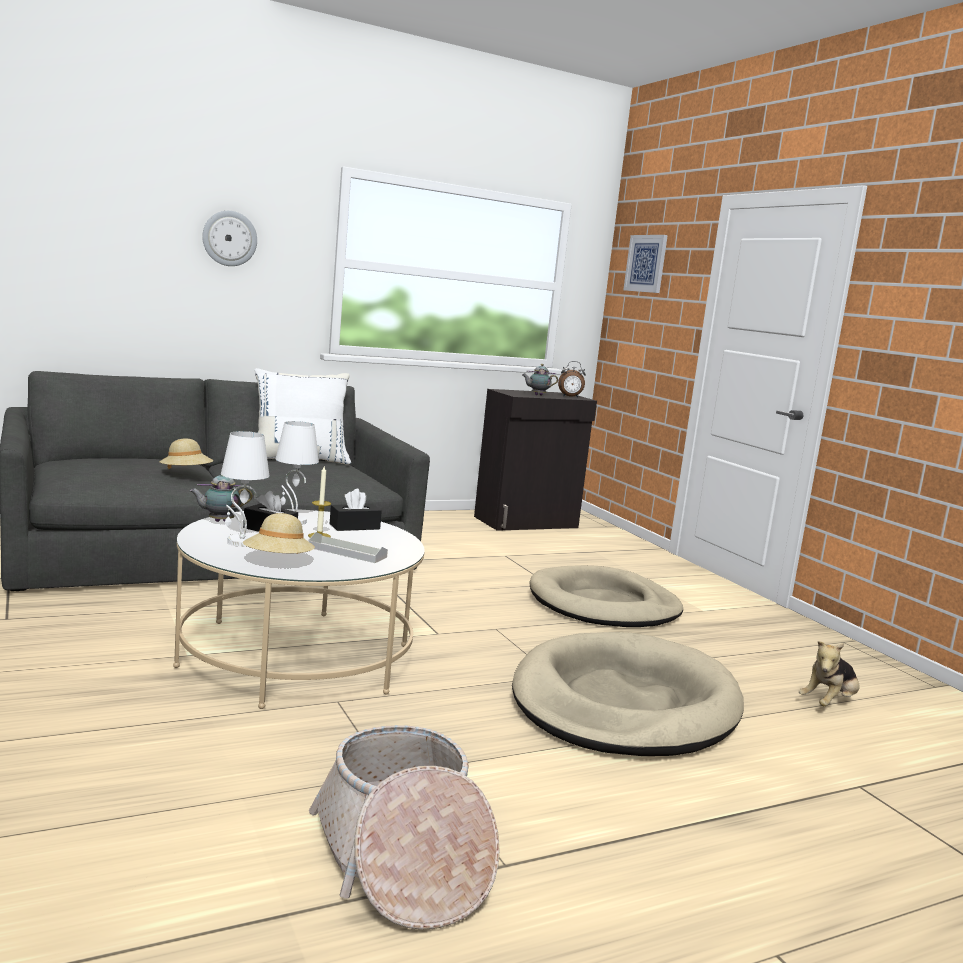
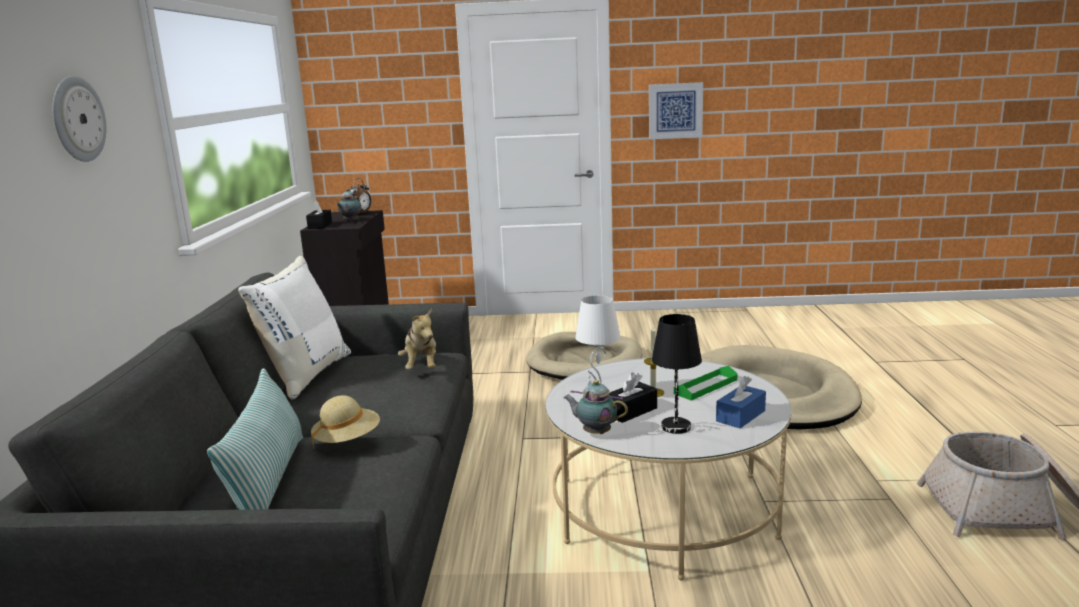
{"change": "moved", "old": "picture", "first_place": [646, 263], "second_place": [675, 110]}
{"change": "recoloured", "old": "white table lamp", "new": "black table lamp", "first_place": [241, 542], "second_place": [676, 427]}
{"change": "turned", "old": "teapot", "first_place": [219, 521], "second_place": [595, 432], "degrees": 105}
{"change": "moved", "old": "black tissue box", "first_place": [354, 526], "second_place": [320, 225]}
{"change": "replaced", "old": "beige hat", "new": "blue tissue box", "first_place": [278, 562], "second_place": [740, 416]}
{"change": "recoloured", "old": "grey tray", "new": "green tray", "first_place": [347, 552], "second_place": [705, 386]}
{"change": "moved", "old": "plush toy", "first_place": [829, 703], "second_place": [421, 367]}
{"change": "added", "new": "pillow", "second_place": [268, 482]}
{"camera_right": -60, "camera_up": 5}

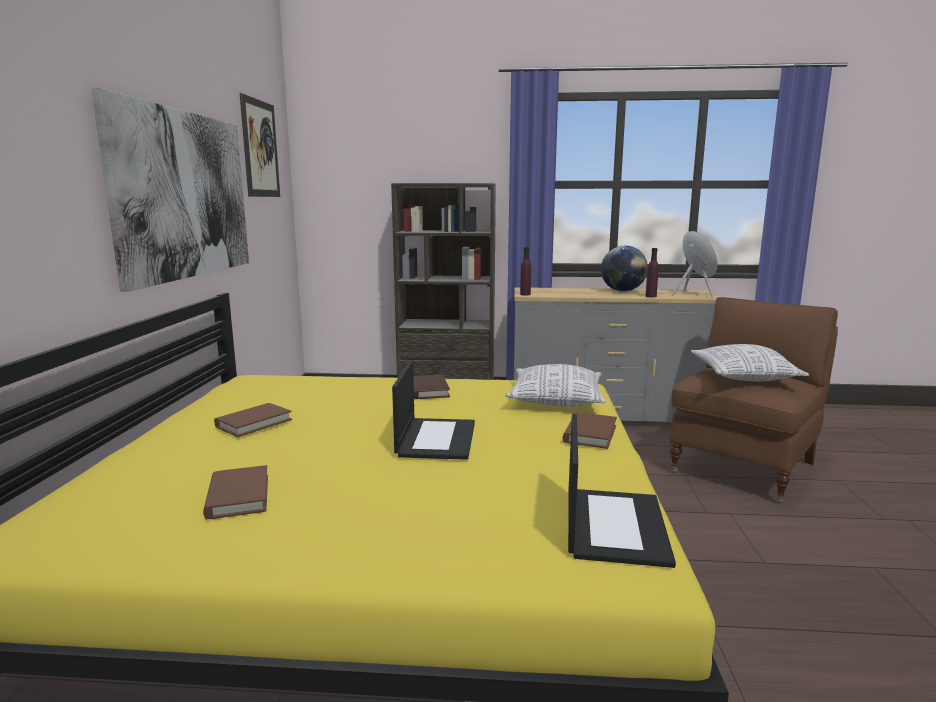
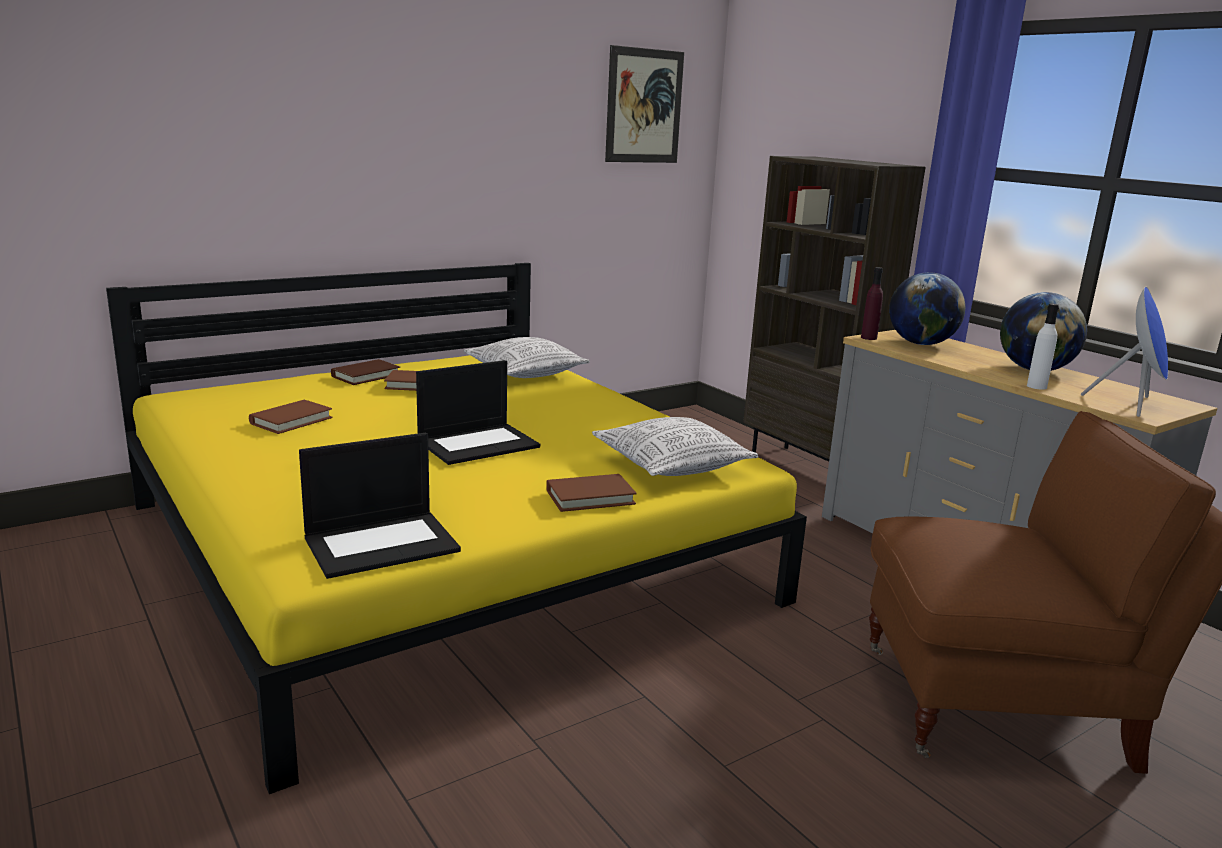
{"change": "removed", "old": "picture", "first_place": [184, 195]}
{"change": "recoloured", "old": "purple bottle", "new": "white bottle", "first_place": [651, 296], "second_place": [1036, 386]}
{"change": "moved", "old": "pillow", "first_place": [743, 377], "second_place": [526, 373]}
{"change": "moved", "old": "brown book", "first_place": [429, 390], "second_place": [366, 375]}
{"change": "added", "new": "globe", "second_place": [921, 344]}
{"camera_right": 50, "camera_up": 5}

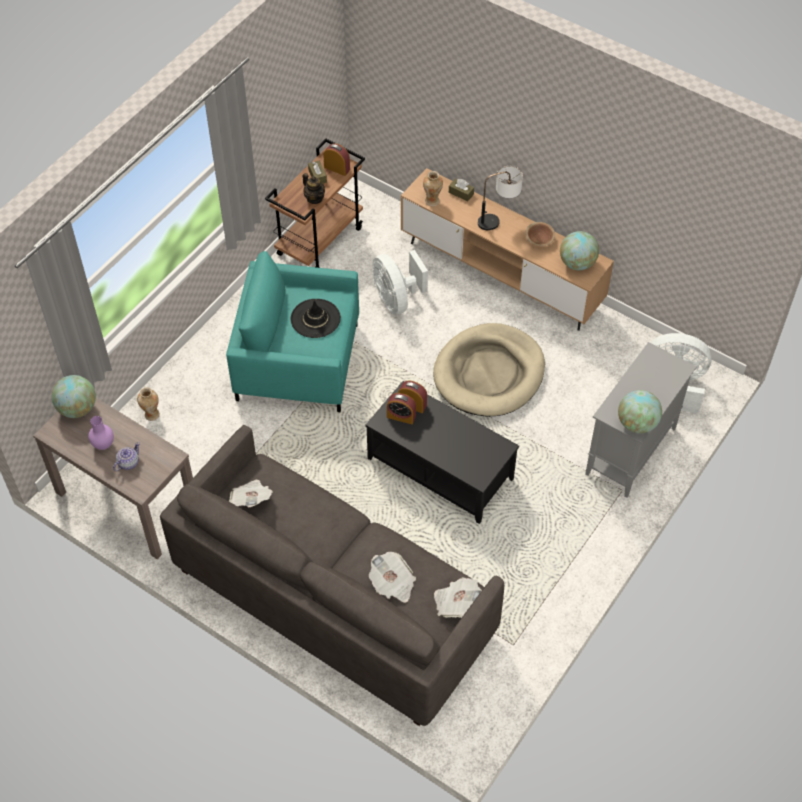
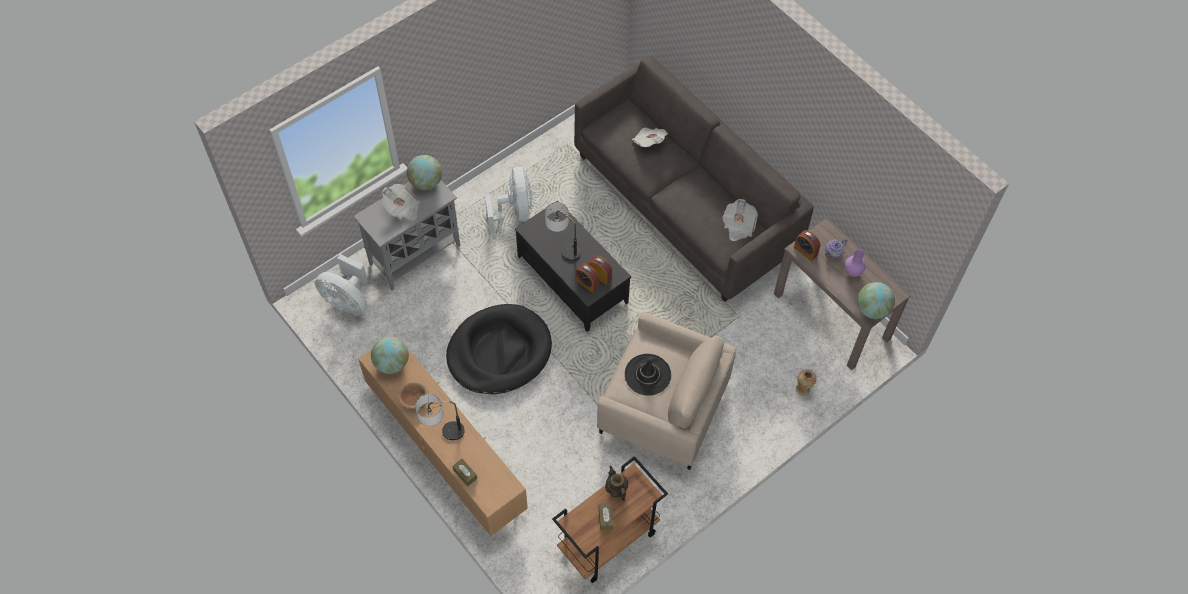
{"change": "moved", "old": "alarm clock", "first_place": [337, 168], "second_place": [805, 251]}
{"change": "removed", "old": "vase", "first_place": [432, 201]}
{"change": "moved", "old": "white fan", "first_place": [396, 299], "second_place": [514, 212]}
{"change": "recoloured", "old": "turquoise armchair", "new": "beige armchair", "first_place": [298, 361], "second_place": [663, 408]}
{"change": "recoloured", "old": "beige dog bed", "new": "black dog bed", "first_place": [489, 373], "second_place": [499, 352]}
{"change": "moved", "old": "newspaper", "first_place": [456, 603], "second_place": [402, 209]}
{"change": "added", "new": "table lamp", "second_place": [563, 247]}
{"camera_right": -165, "camera_up": 5}

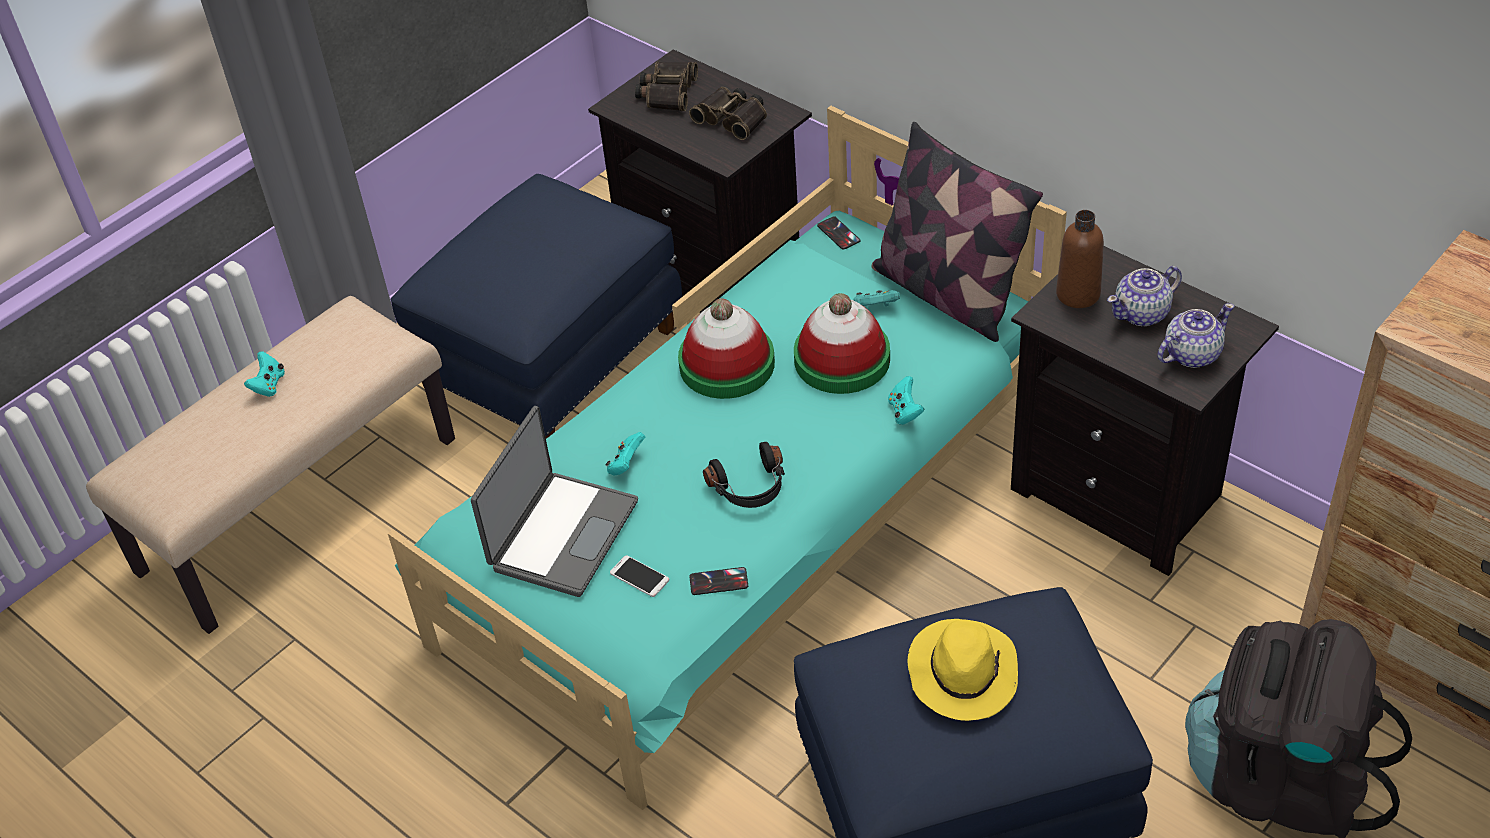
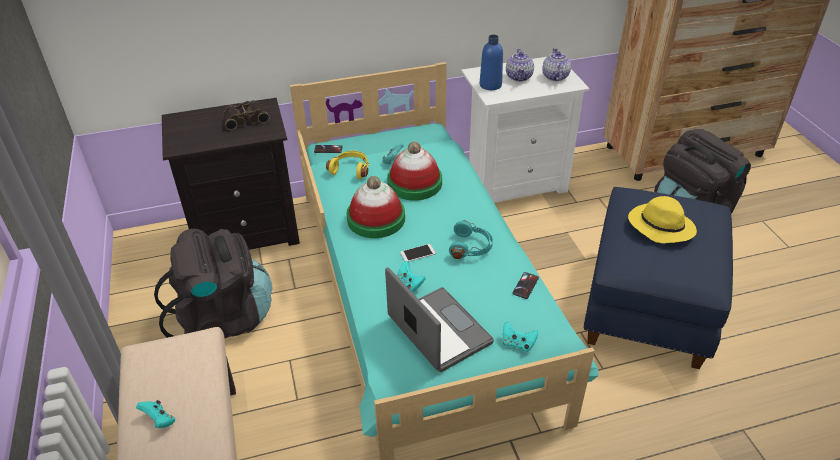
{"change": "removed", "old": "binoculars", "first_place": [667, 92]}
{"change": "removed", "old": "pillow", "first_place": [947, 293]}
{"change": "replaced", "old": "blue ottoman", "new": "black backpack", "first_place": [550, 360], "second_place": [224, 319]}
{"change": "recoloured", "old": "brown bottle", "new": "blue bottle", "first_place": [1078, 294], "second_place": [490, 85]}
{"change": "recoloured", "old": "black nightstand", "new": "white nightstand", "first_place": [1123, 494], "second_place": [514, 181]}
{"change": "moved", "old": "turquoise game controller", "first_place": [905, 412], "second_place": [518, 344]}
{"change": "recoloured", "old": "black headphones", "new": "turquoise headphones", "first_place": [750, 488], "second_place": [471, 247]}
{"change": "moved", "old": "phone", "first_place": [639, 576], "second_place": [418, 253]}
{"change": "added", "new": "yellow headphones", "second_place": [351, 169]}
{"camera_right": -60, "camera_up": -5}

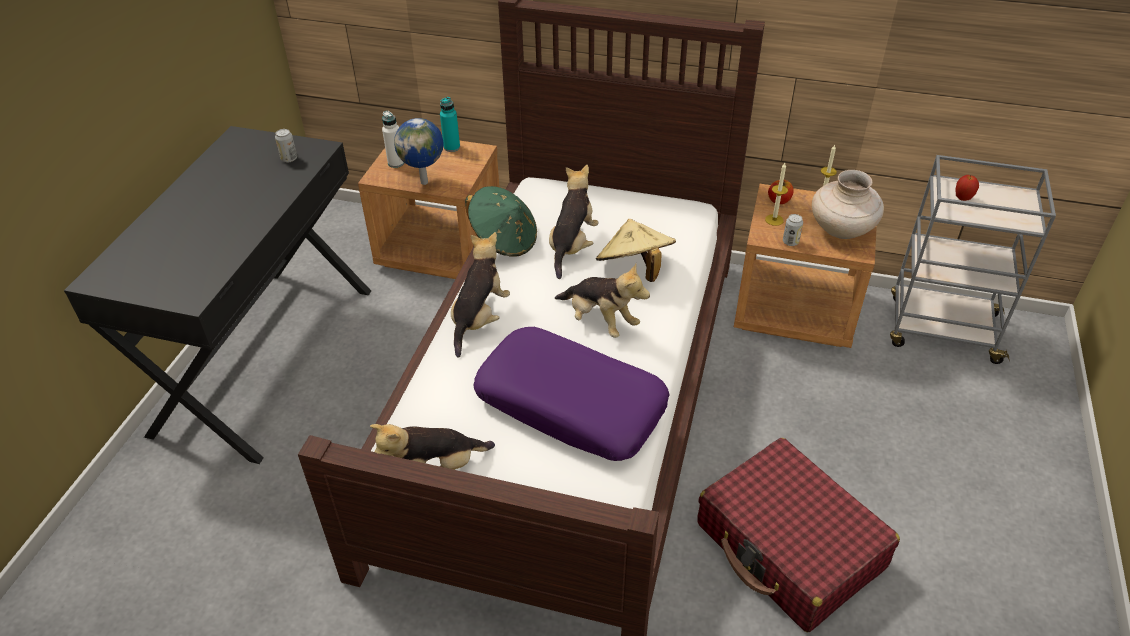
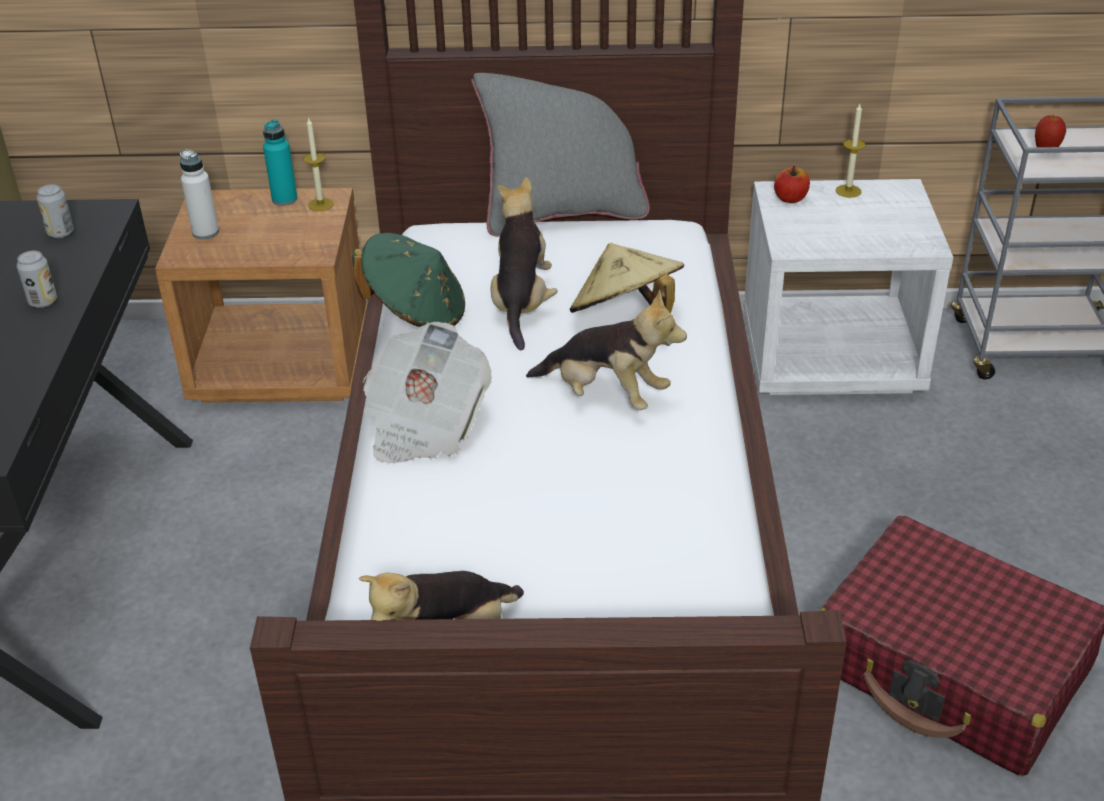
{"change": "removed", "old": "globe", "first_place": [425, 182]}
{"change": "moved", "old": "candle", "first_place": [774, 220], "second_place": [320, 204]}
{"change": "removed", "old": "beige vase", "first_place": [841, 230]}
{"change": "recoloured", "old": "brown nightstand", "new": "white nightstand", "first_place": [795, 310], "second_place": [831, 356]}
{"change": "moved", "old": "can", "first_place": [790, 242], "second_place": [43, 301]}
{"change": "replaced", "old": "plush toy", "new": "newspaper", "first_place": [479, 319], "second_place": [424, 424]}
{"change": "removed", "old": "purple pillow", "first_place": [571, 404]}
{"change": "added", "new": "grey pillow", "second_place": [563, 213]}
{"camera_right": -15, "camera_up": -5}

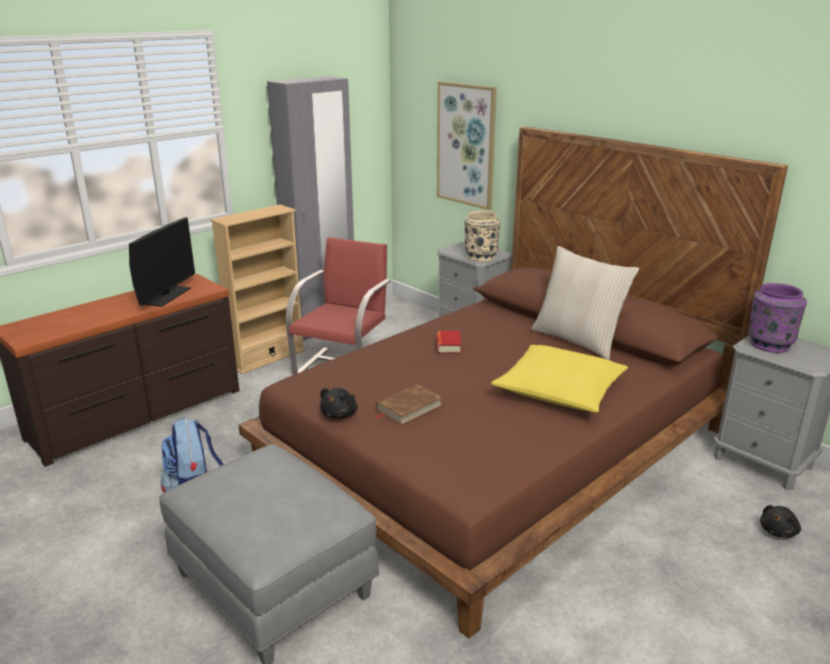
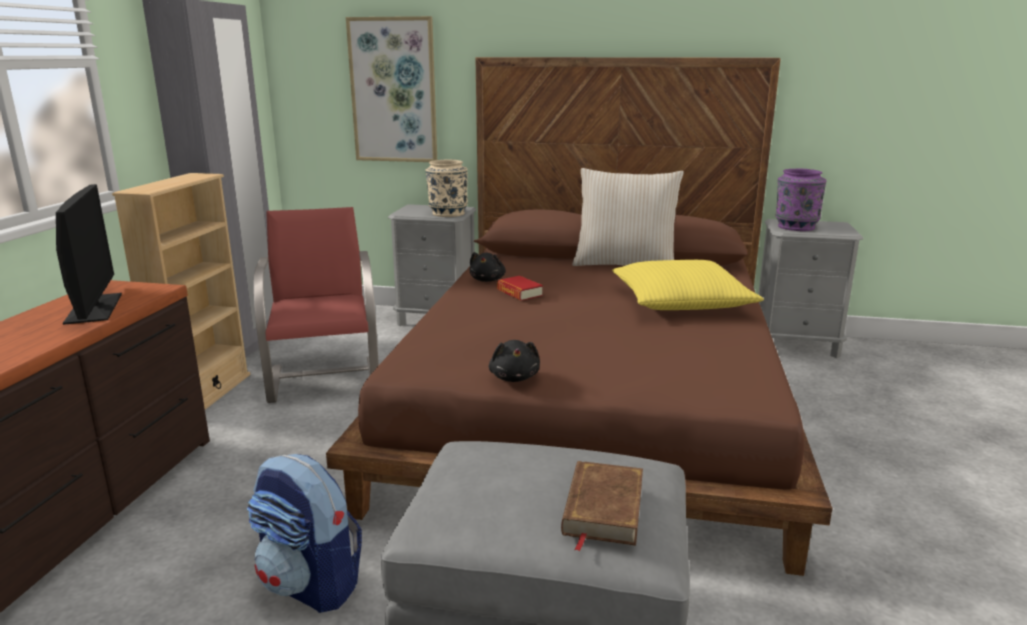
{"change": "moved", "old": "brown book", "first_place": [409, 408], "second_place": [602, 508]}
{"change": "moved", "old": "black plush toy", "first_place": [778, 531], "second_place": [488, 280]}
{"camera_right": -35, "camera_up": -5}

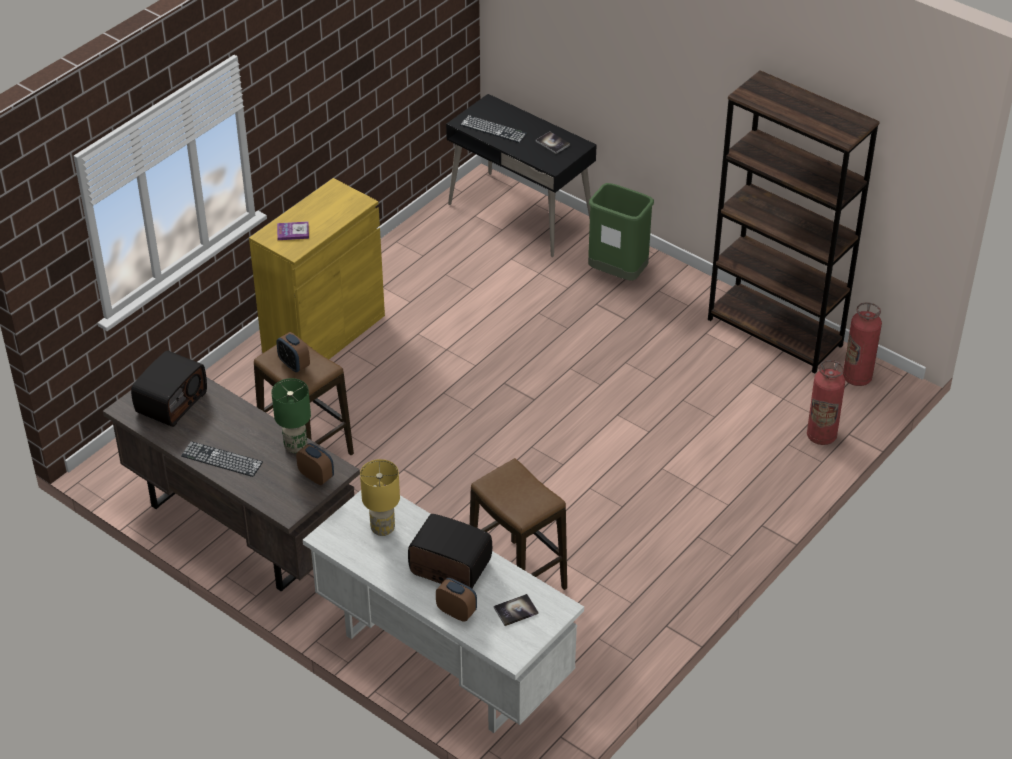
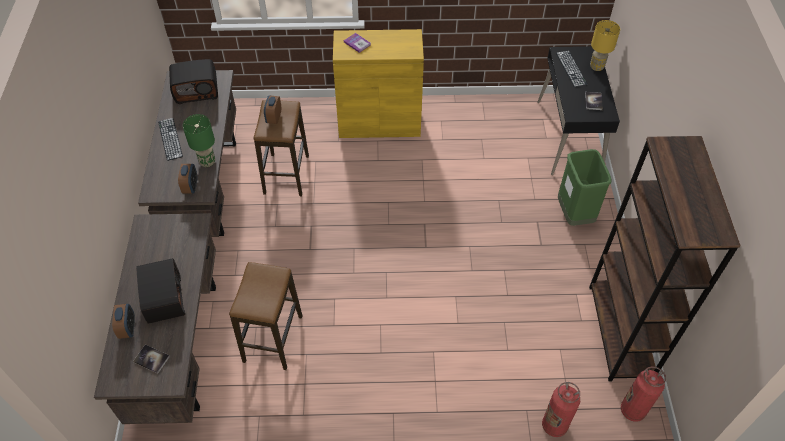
{"change": "moved", "old": "yellow table lamp", "first_place": [382, 529], "second_place": [596, 67]}
{"change": "recoloured", "old": "white desk", "new": "brown desk", "first_place": [442, 659], "second_place": [179, 345]}
{"camera_right": 50, "camera_up": 10}

